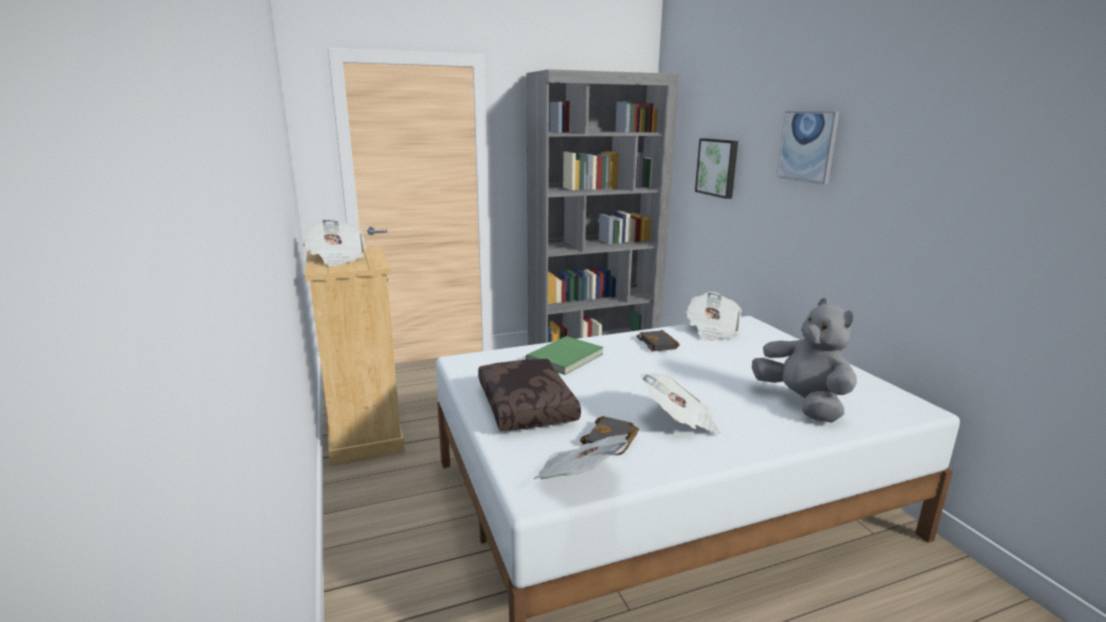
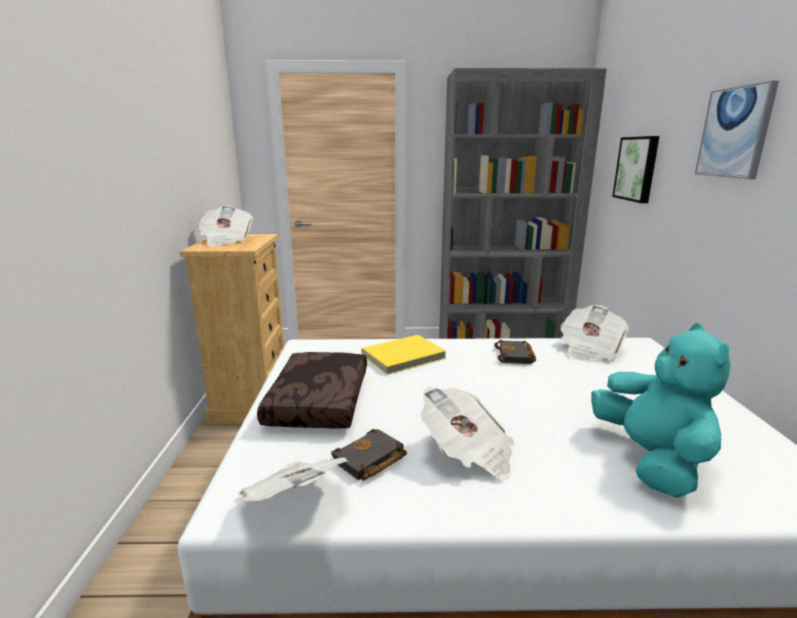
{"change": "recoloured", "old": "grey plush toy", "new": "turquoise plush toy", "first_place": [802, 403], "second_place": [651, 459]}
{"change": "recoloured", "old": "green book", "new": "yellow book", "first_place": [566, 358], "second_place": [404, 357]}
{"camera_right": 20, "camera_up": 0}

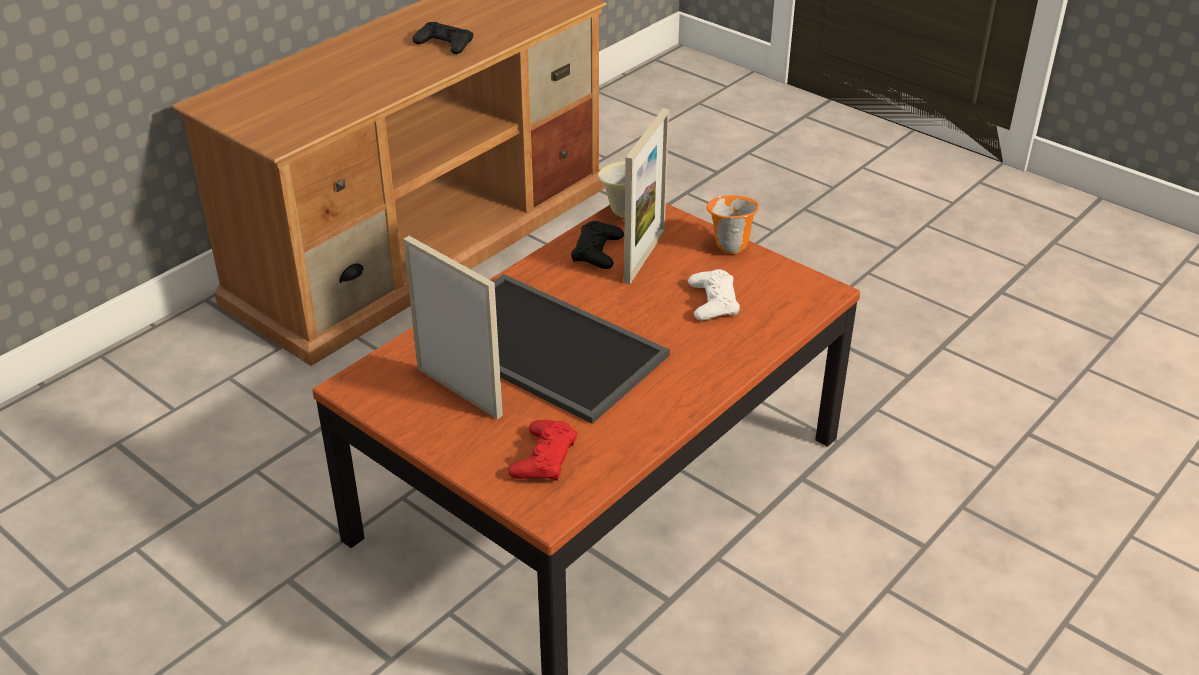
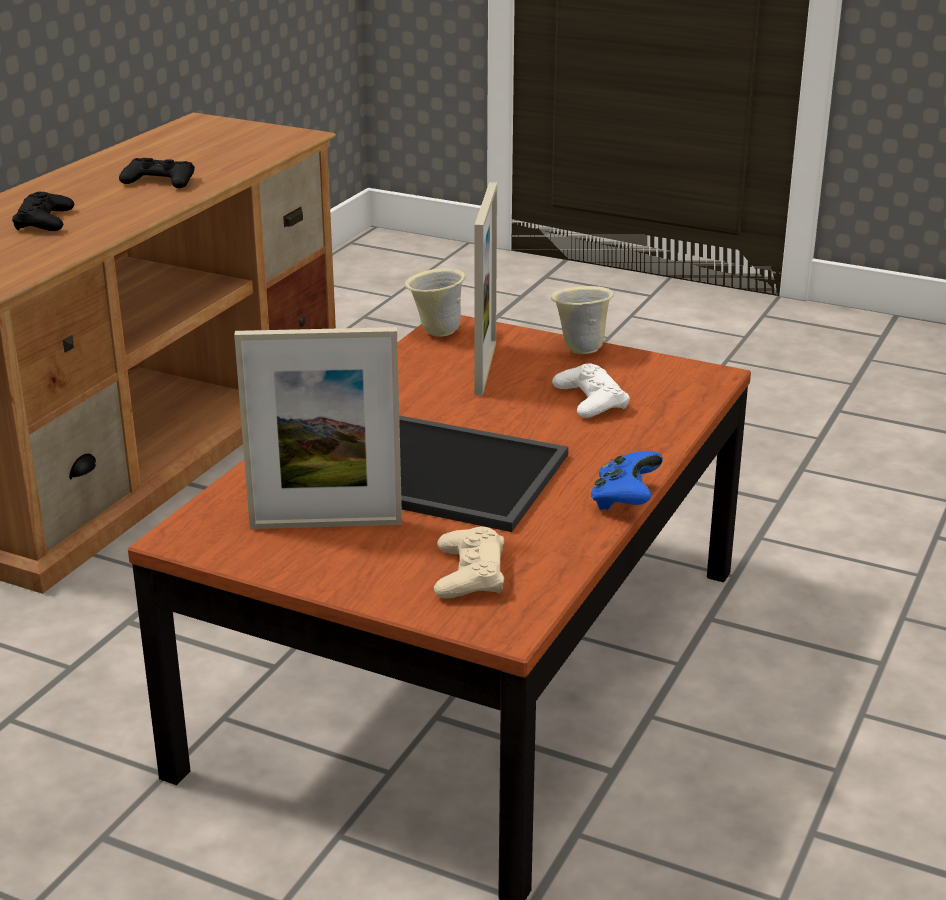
{"change": "recoloured", "old": "orange mug", "new": "beige mug", "first_place": [729, 247], "second_place": [580, 349]}
{"change": "moved", "old": "black game controller", "first_place": [597, 251], "second_place": [44, 221]}
{"change": "turned", "old": "picture frame", "first_place": [459, 392], "second_place": [326, 524], "degrees": 150}
{"change": "recoloured", "old": "red game controller", "new": "beige game controller", "first_place": [543, 457], "second_place": [469, 573]}
{"change": "added", "new": "blue game controller", "second_place": [625, 500]}
{"camera_right": -15, "camera_up": -10}

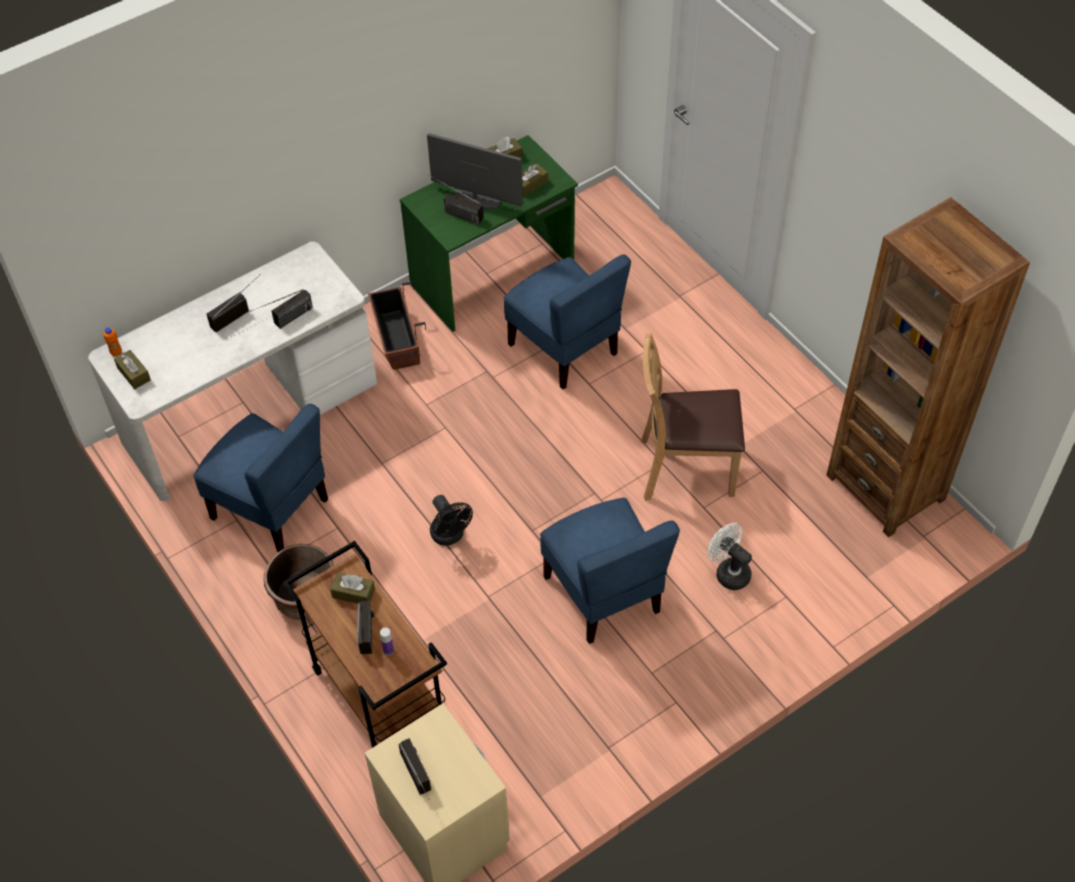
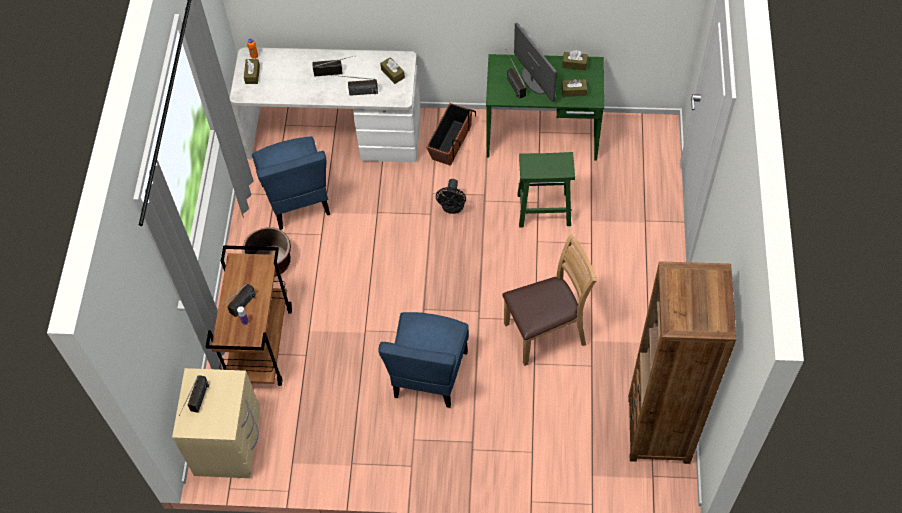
{"change": "replaced", "old": "blue chair", "new": "green stool", "first_place": [564, 348], "second_place": [543, 210]}
{"change": "turned", "old": "brown chair", "first_place": [685, 468], "second_place": [545, 332], "degrees": 120}
{"change": "moved", "old": "black fan", "first_place": [450, 536], "second_place": [452, 208]}
{"change": "removed", "old": "white fan", "first_place": [728, 572]}
{"change": "moved", "old": "brown tissue box", "first_place": [353, 593], "second_place": [392, 73]}
{"camera_right": 40, "camera_up": 5}

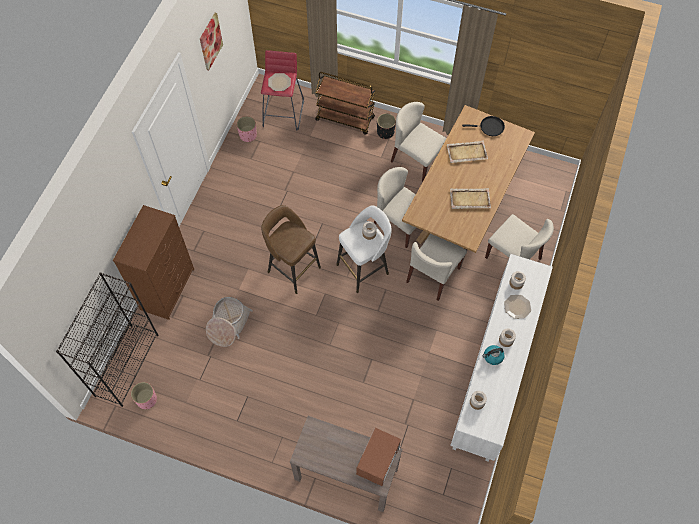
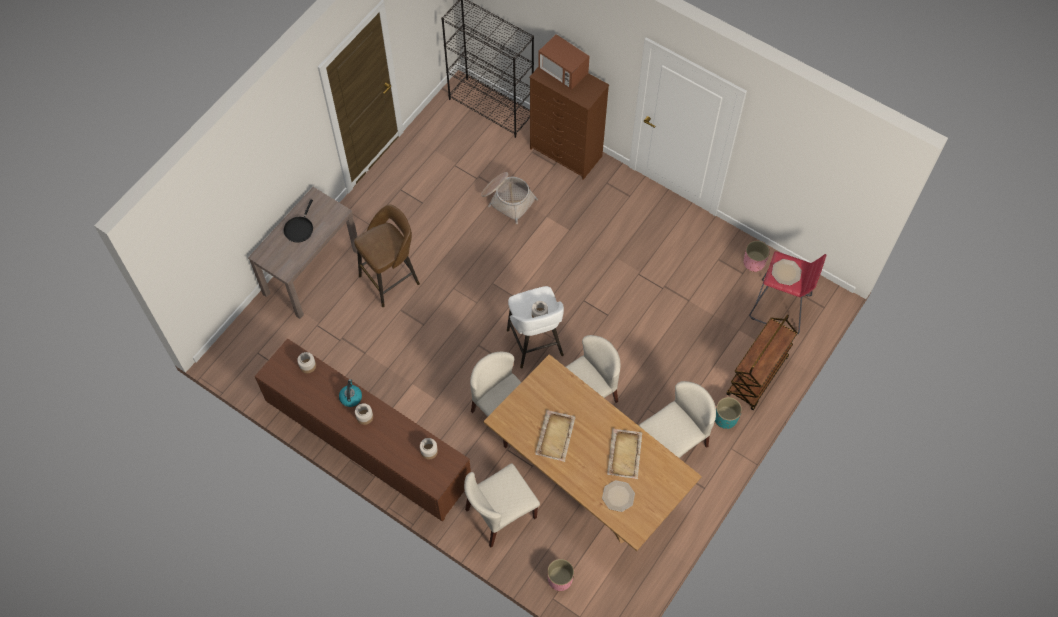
{"change": "removed", "old": "picture", "first_place": [210, 41]}
{"change": "recoloured", "old": "black planter", "new": "turquoise planter", "first_place": [385, 132], "second_place": [725, 418]}
{"change": "moved", "old": "black frying pan", "first_place": [489, 127], "second_place": [299, 228]}
{"change": "moved", "old": "brown stool", "first_place": [292, 268], "second_place": [391, 279]}
{"change": "recoloured", "old": "white cabinet", "new": "brown cabinet", "first_place": [496, 369], "second_place": [369, 447]}
{"change": "moved", "old": "plate", "first_place": [517, 307], "second_place": [618, 496]}
{"change": "moved", "old": "pink planter", "first_place": [147, 399], "second_place": [560, 579]}
{"change": "moved", "old": "microwave", "first_place": [378, 461], "second_place": [563, 72]}
{"camera_right": 105, "camera_up": 0}

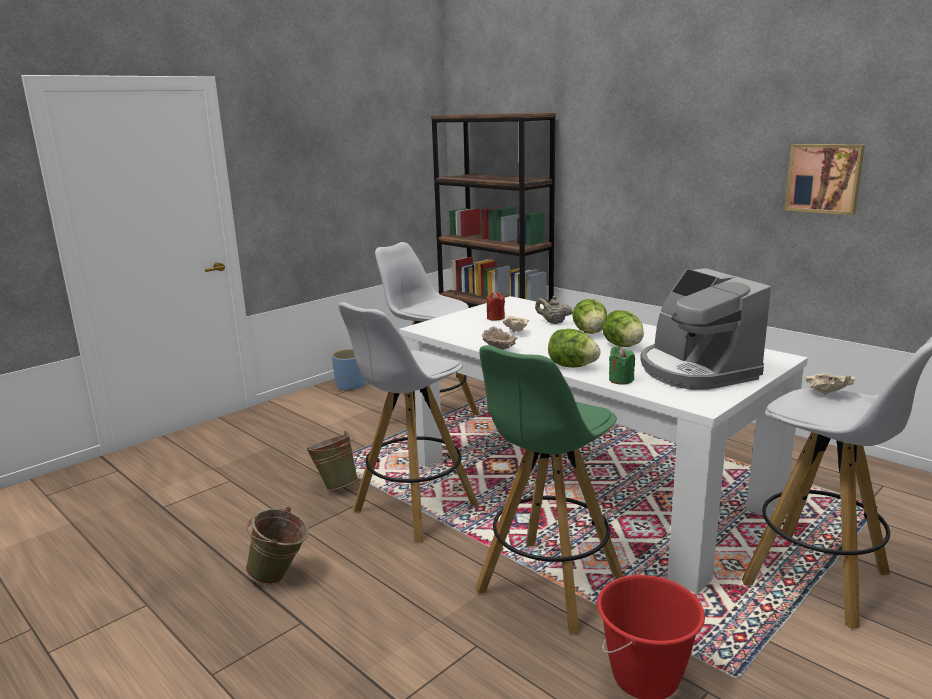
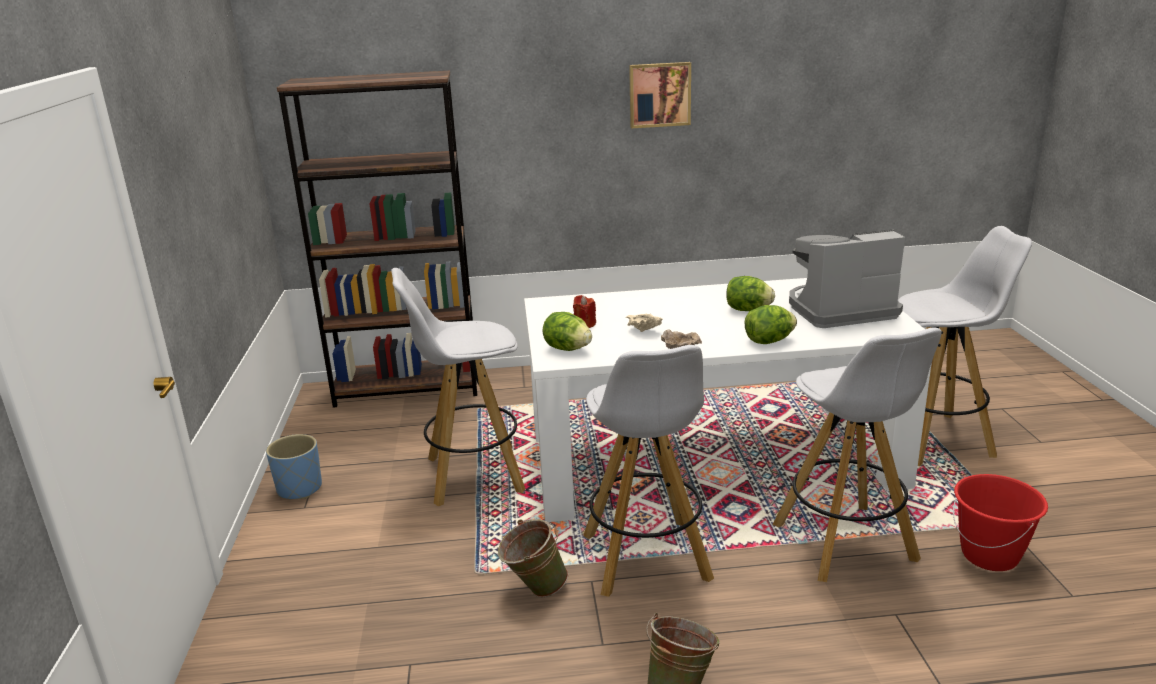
{"change": "moved", "old": "picture", "first_place": [824, 178], "second_place": [659, 94]}
{"change": "turned", "old": "coffee machine", "first_place": [695, 370], "second_place": [839, 310], "degrees": 150}
{"change": "removed", "old": "beige teapot", "first_place": [553, 322]}
{"change": "moved", "old": "lettuce", "first_place": [590, 332], "second_place": [567, 349]}
{"change": "recoloured", "old": "green stool", "new": "white stool", "first_place": [548, 586], "second_place": [845, 544]}
{"change": "removed", "old": "green candle", "first_place": [620, 380]}
{"change": "removed", "old": "beige bowl", "first_place": [827, 393]}
{"camera_right": -50, "camera_up": 5}

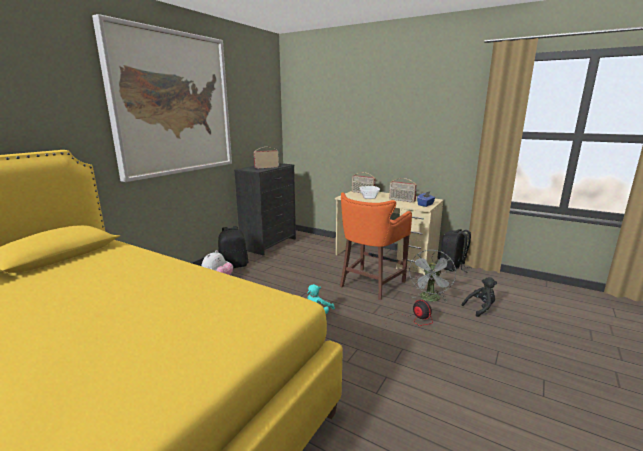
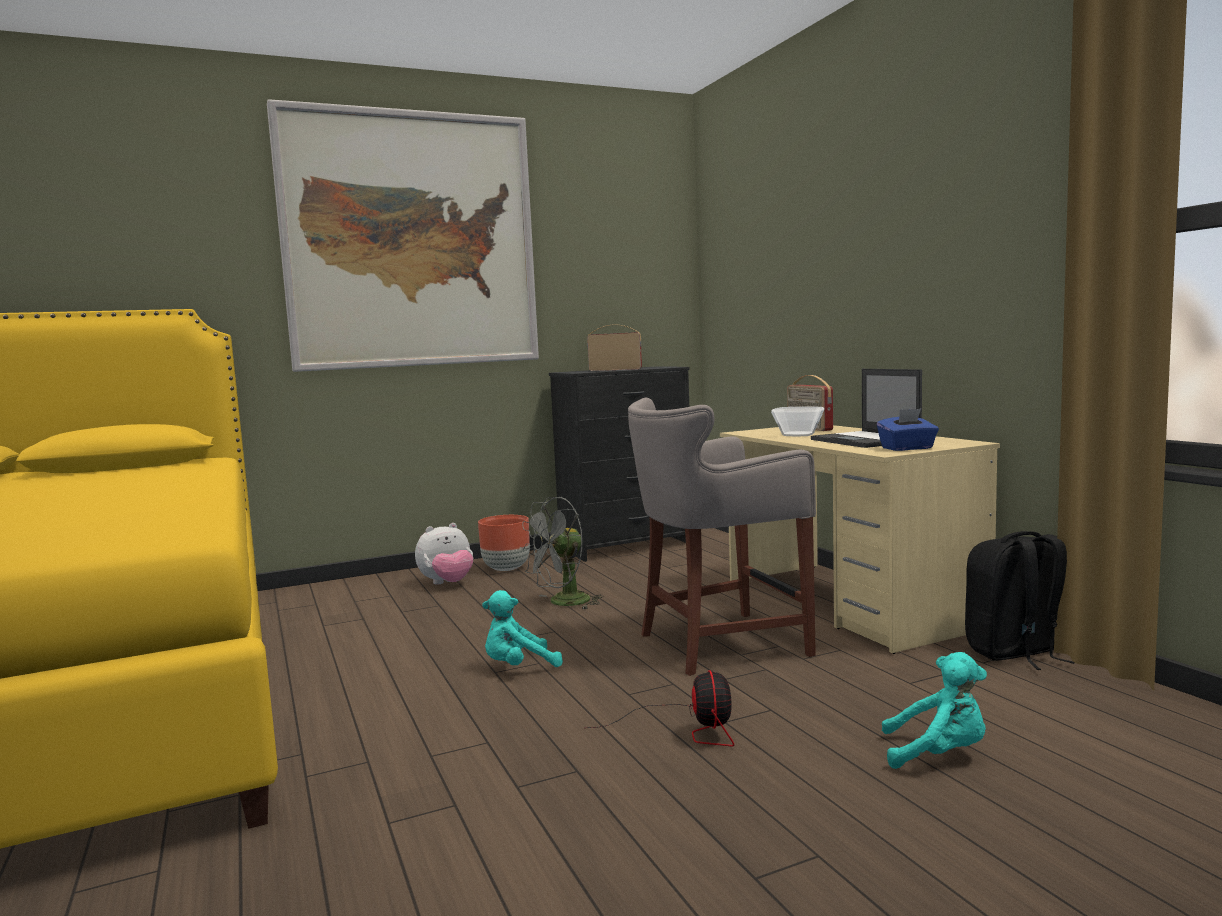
{"change": "replaced", "old": "radio", "new": "laptop", "first_place": [401, 200], "second_place": [866, 440]}
{"change": "recoloured", "old": "orange stool", "new": "grey stool", "first_place": [370, 284], "second_place": [717, 644]}
{"change": "replaced", "old": "black backpack", "new": "brown planter", "first_place": [234, 265], "second_place": [507, 569]}
{"change": "moved", "old": "grey fan", "first_place": [430, 299], "second_place": [563, 603]}
{"change": "recoloured", "old": "black plush toy", "new": "turquoise plush toy", "first_place": [480, 308], "second_place": [938, 754]}
{"camera_right": 35, "camera_up": -10}

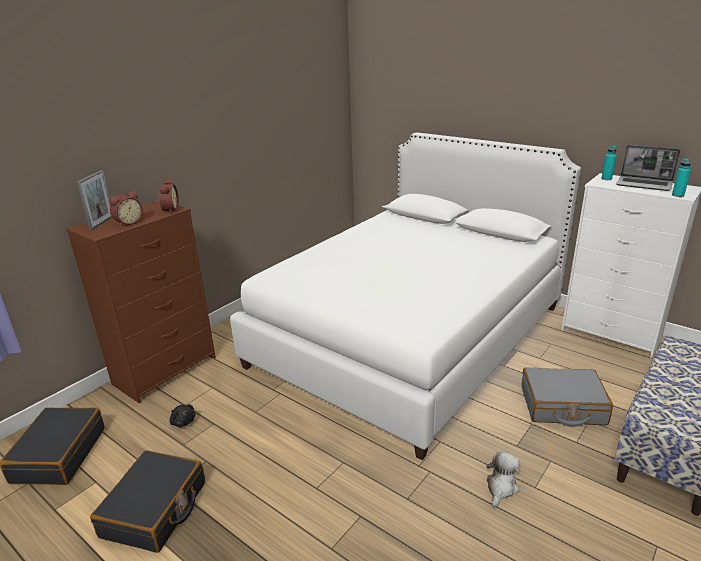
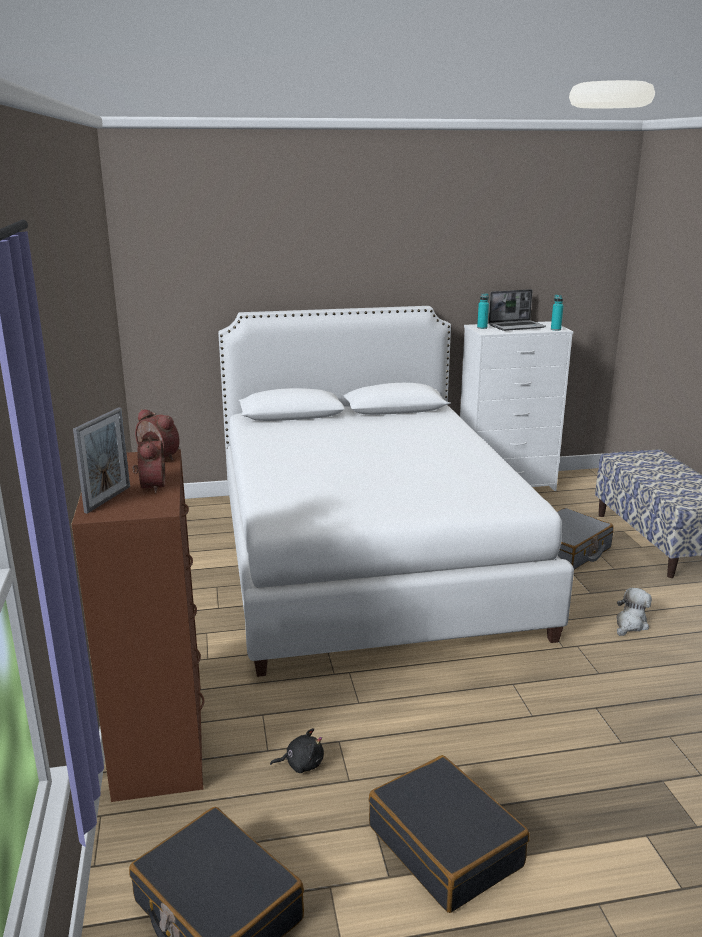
{"change": "turned", "old": "picture frame", "first_place": [102, 222], "second_place": [108, 499], "degrees": 60}
{"change": "turned", "old": "plush toy", "first_place": [501, 487], "second_place": [630, 624], "degrees": 60}
{"camera_right": -50, "camera_up": -5}

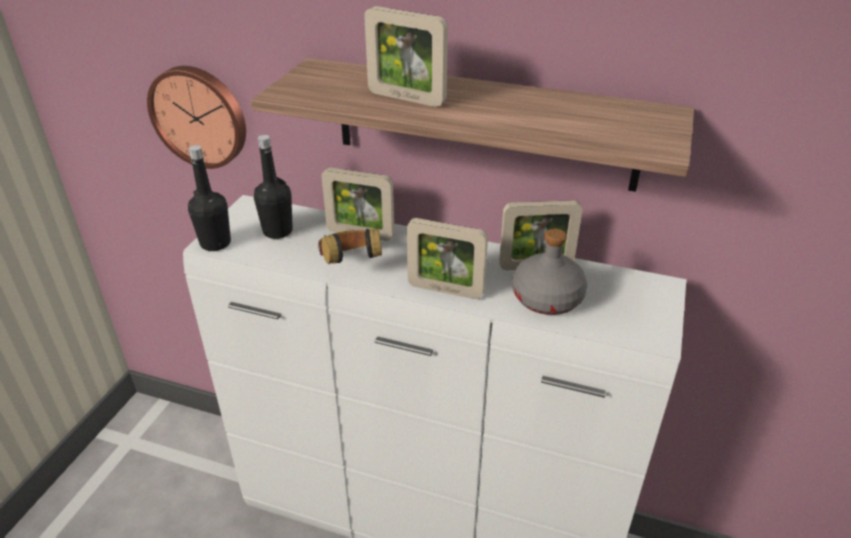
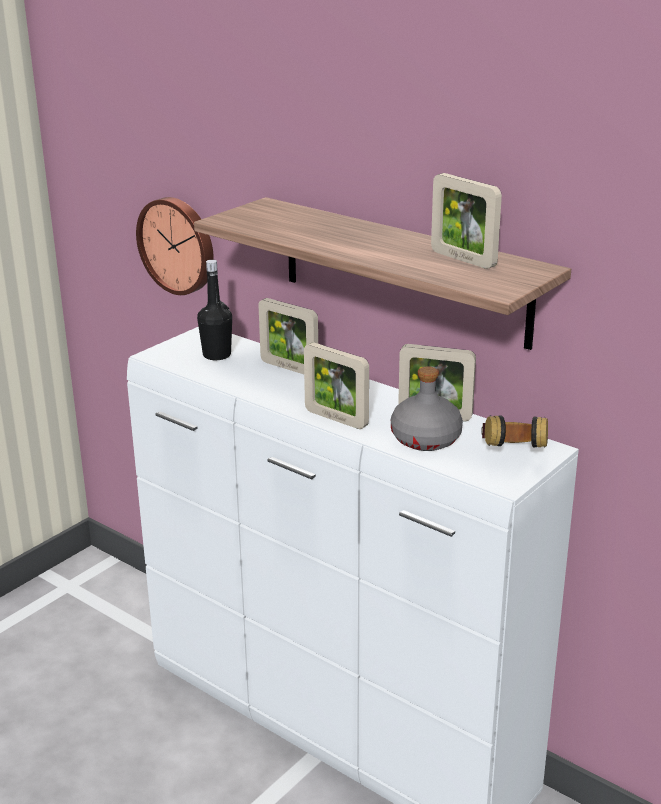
{"change": "moved", "old": "picture frame", "first_place": [406, 98], "second_place": [463, 259]}
{"change": "removed", "old": "black bottle", "first_place": [215, 243]}
{"change": "moved", "old": "headphones", "first_place": [351, 265], "second_place": [512, 457]}
{"camera_right": 20, "camera_up": -10}

